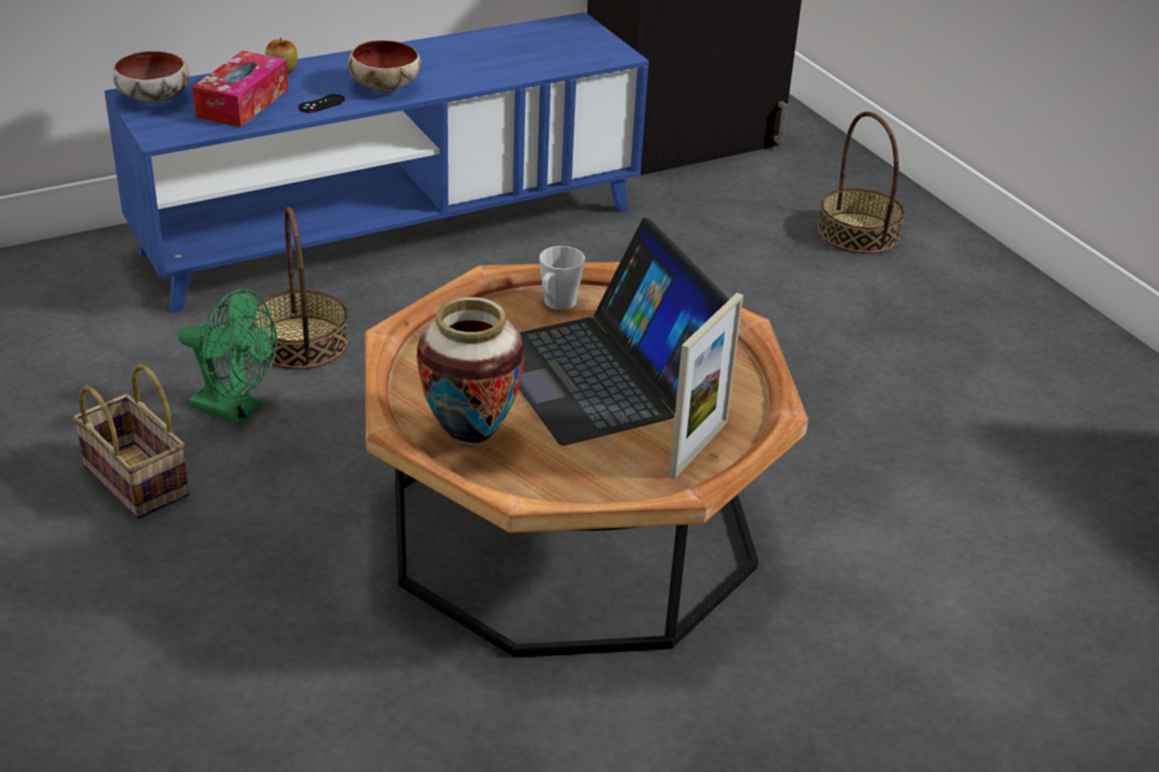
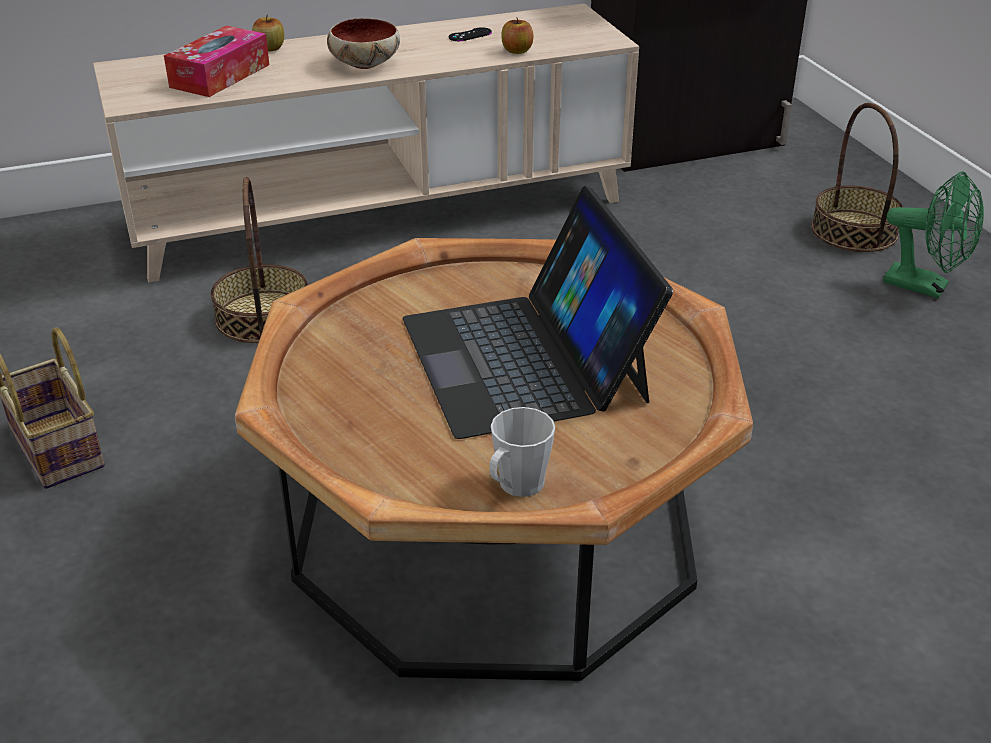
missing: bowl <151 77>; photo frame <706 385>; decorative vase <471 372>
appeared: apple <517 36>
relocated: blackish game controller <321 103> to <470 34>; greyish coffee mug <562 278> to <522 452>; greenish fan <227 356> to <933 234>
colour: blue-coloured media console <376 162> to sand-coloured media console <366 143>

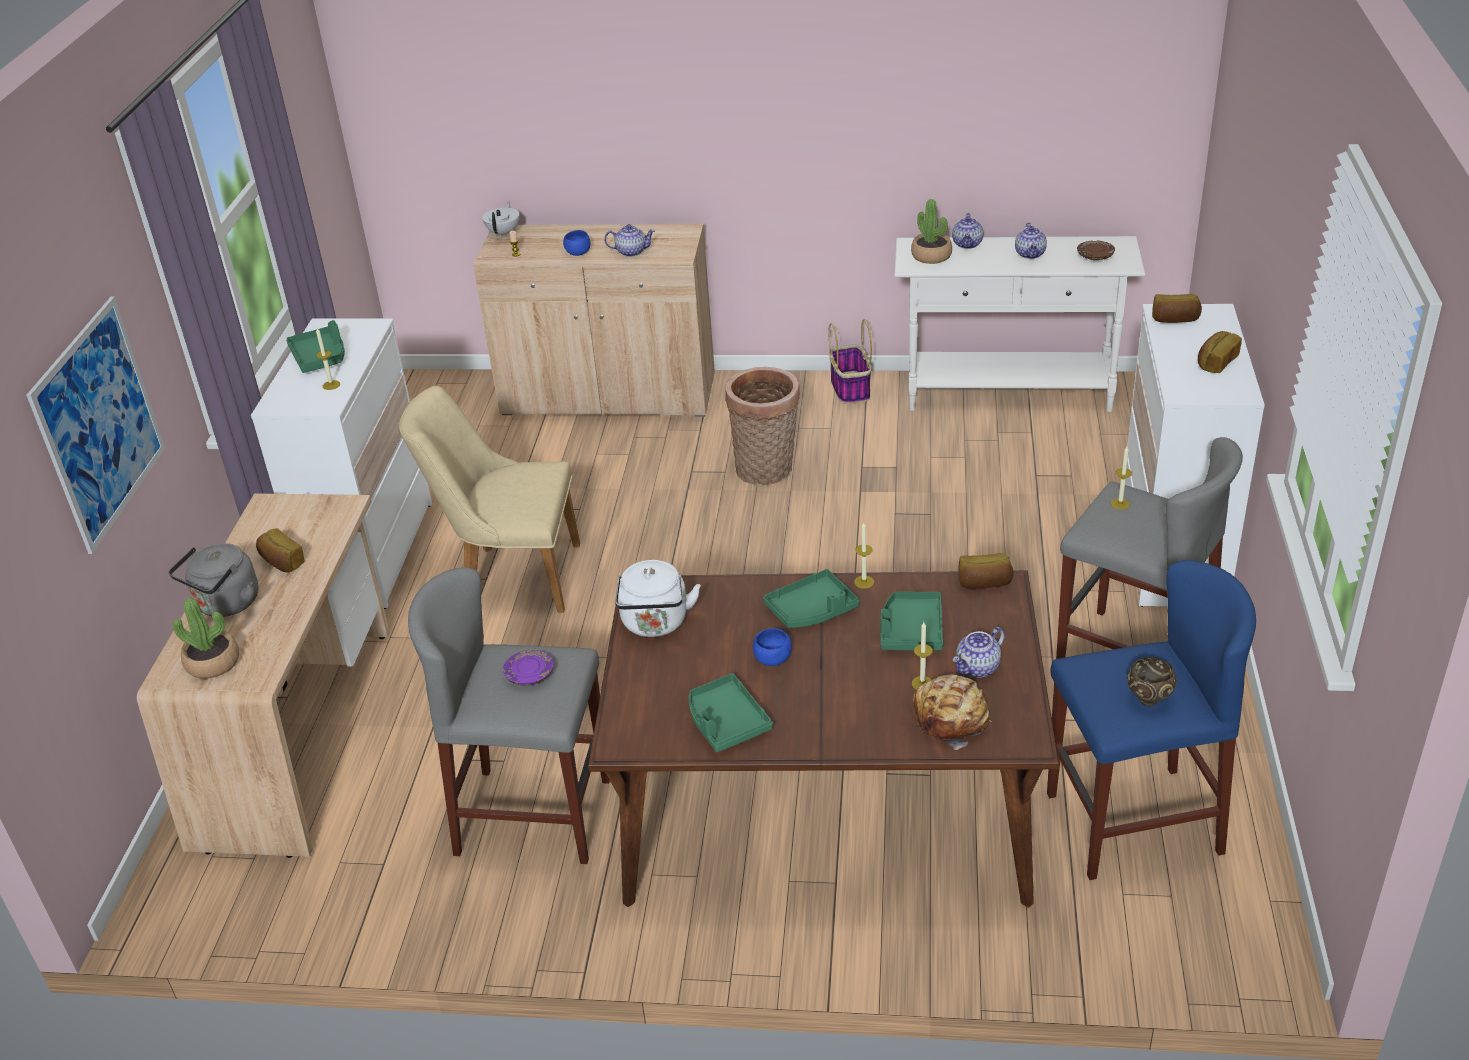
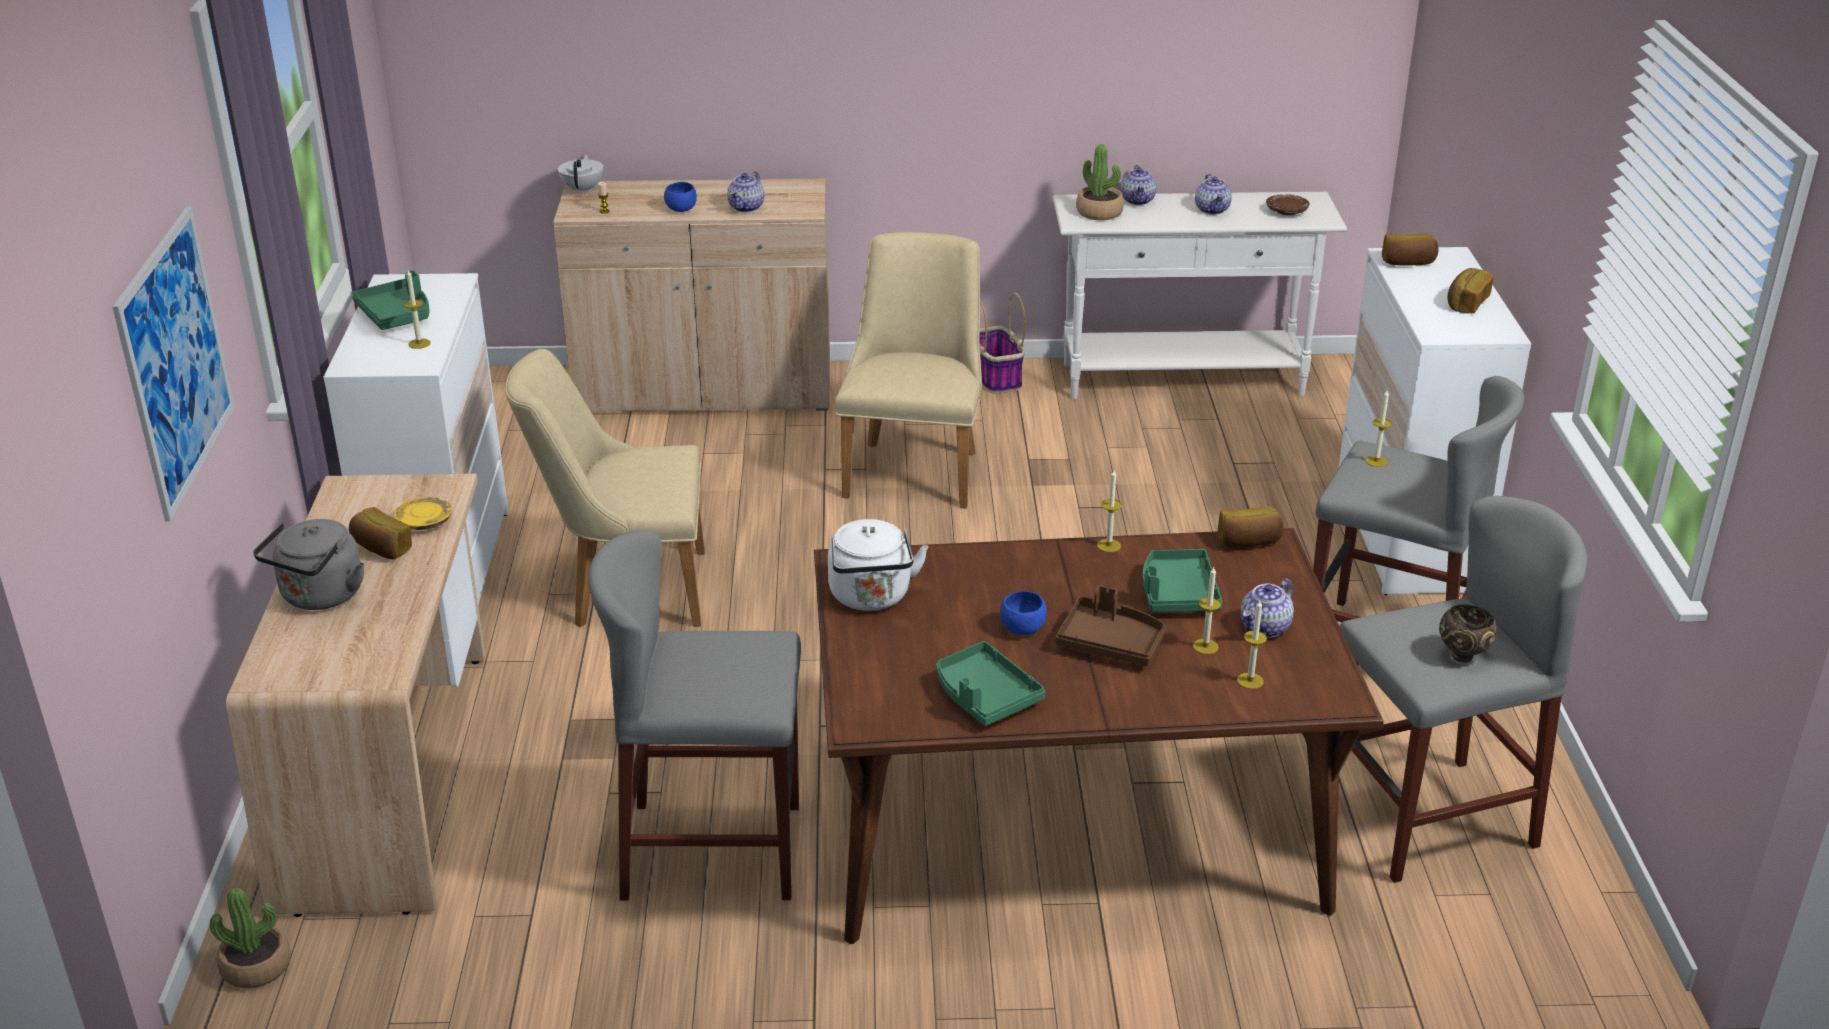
missing: greenish tray <811 598>; purple plate <528 668>
appeared: yellowish plate <423 513>; brownish tray <1111 625>
relocated: potted plant <206 638> to <250 938>
exchanged: storage basket <762 426> to sand-coloured chair <908 370>; baked bread <952 712> to candle <1252 644>
colour: blue-coloured stool <1151 720> to greyish stool <1463 689>
spun: tea pot <629 240> = <745 191> 120 degrees clockwise

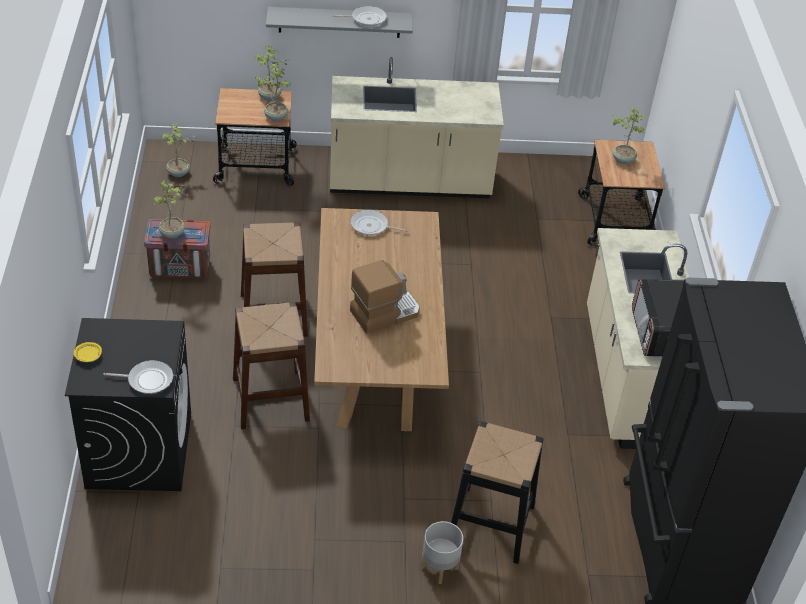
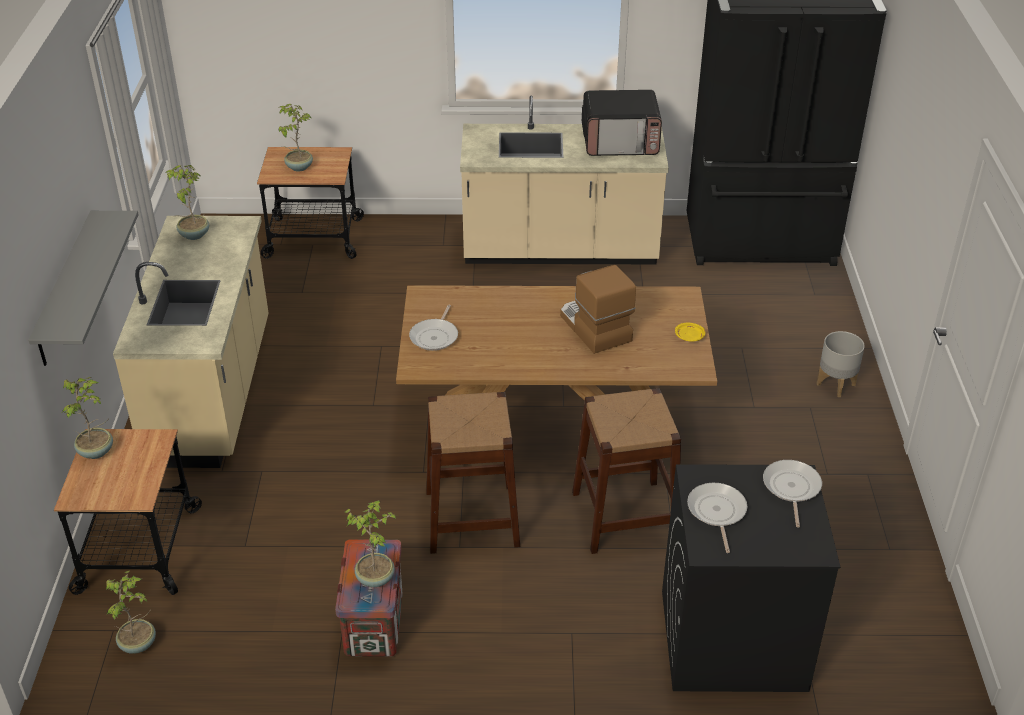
missing: blackish stool <497 492>
relocated: pan <360 16> to <717 518>; potted plant <272 92> to <187 202>; yellowish plate <88 352> to <690 332>

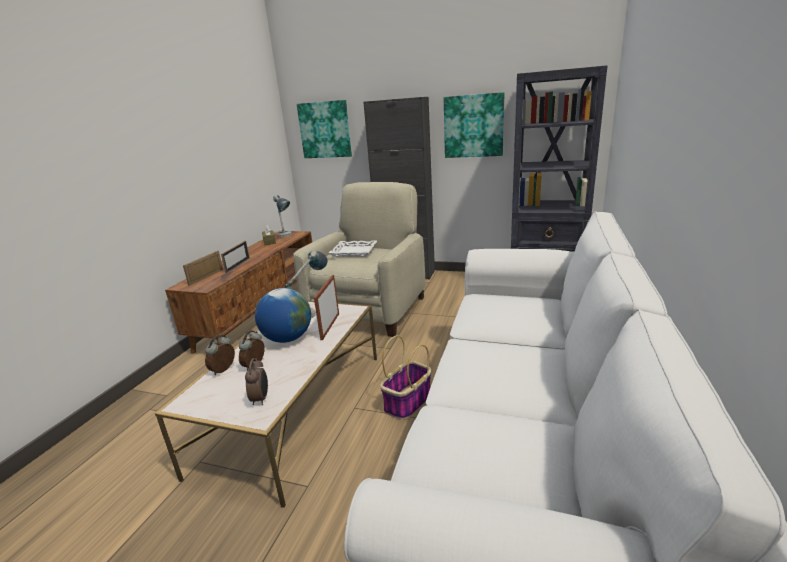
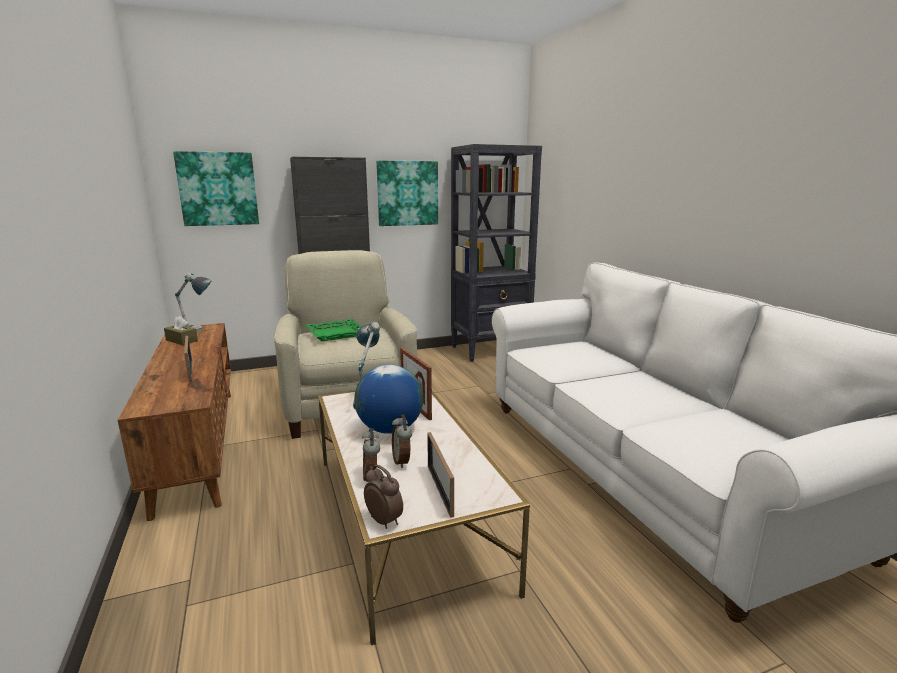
missing: storage basket <405 378>
relocated: photo frame <203 268> to <440 475>; alarm clock <256 381> to <383 497>
colour: whitish tray <353 249> to greenish tray <333 330>

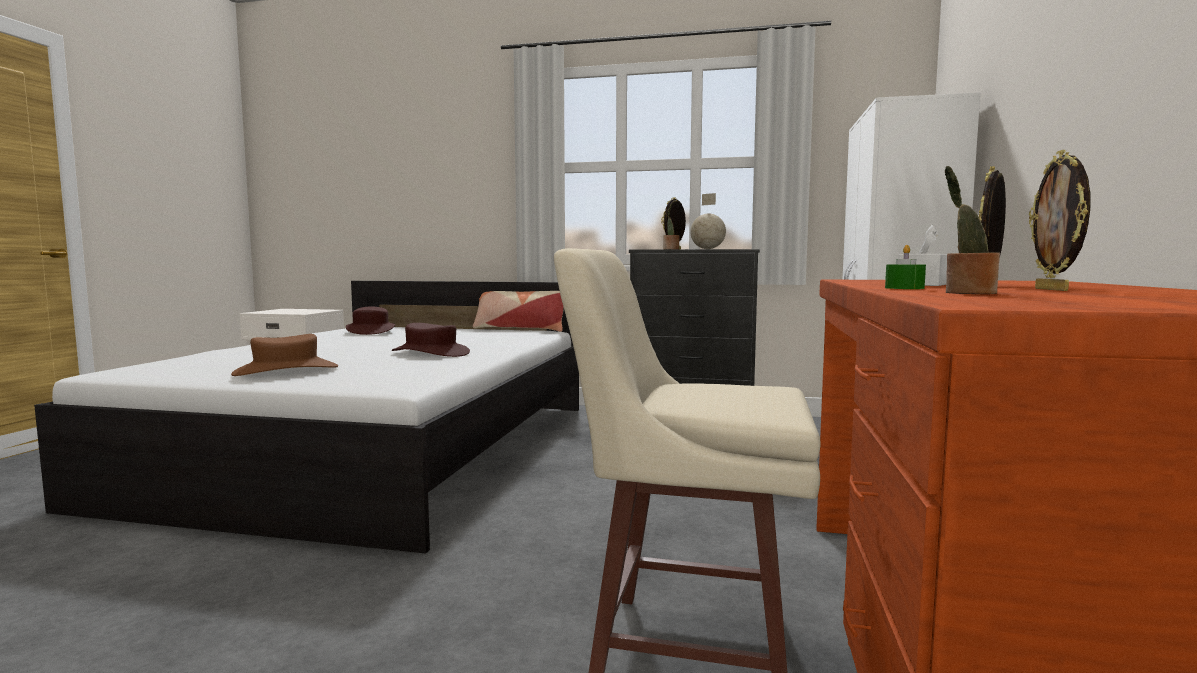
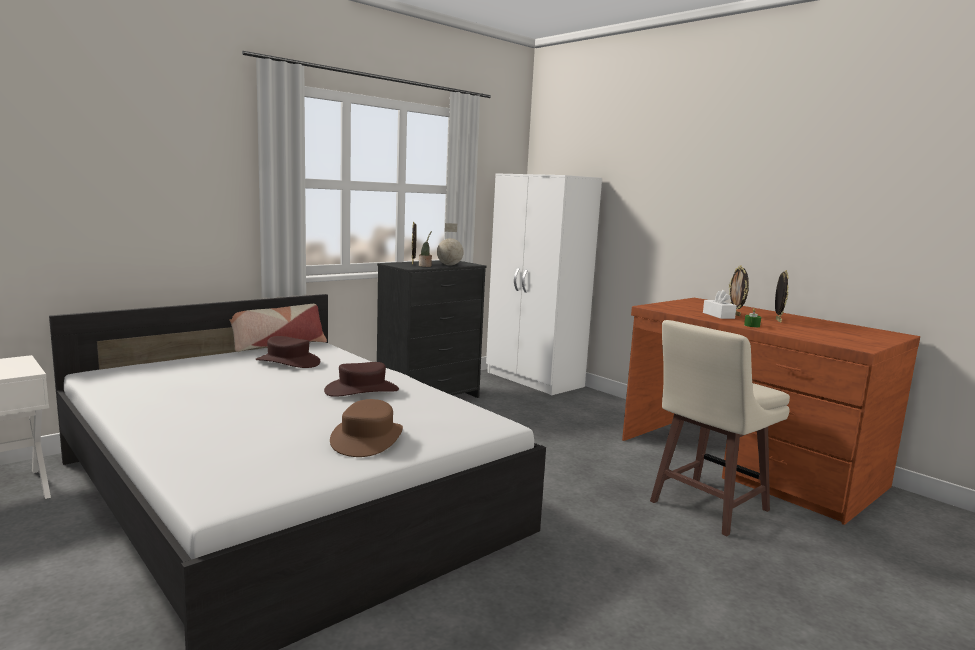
missing: potted plant <972 230>
relocated: brownish wearable hat <370 321> to <288 352>
spun: photo frame <1059 220> = <781 296> 120 degrees counterclockwise

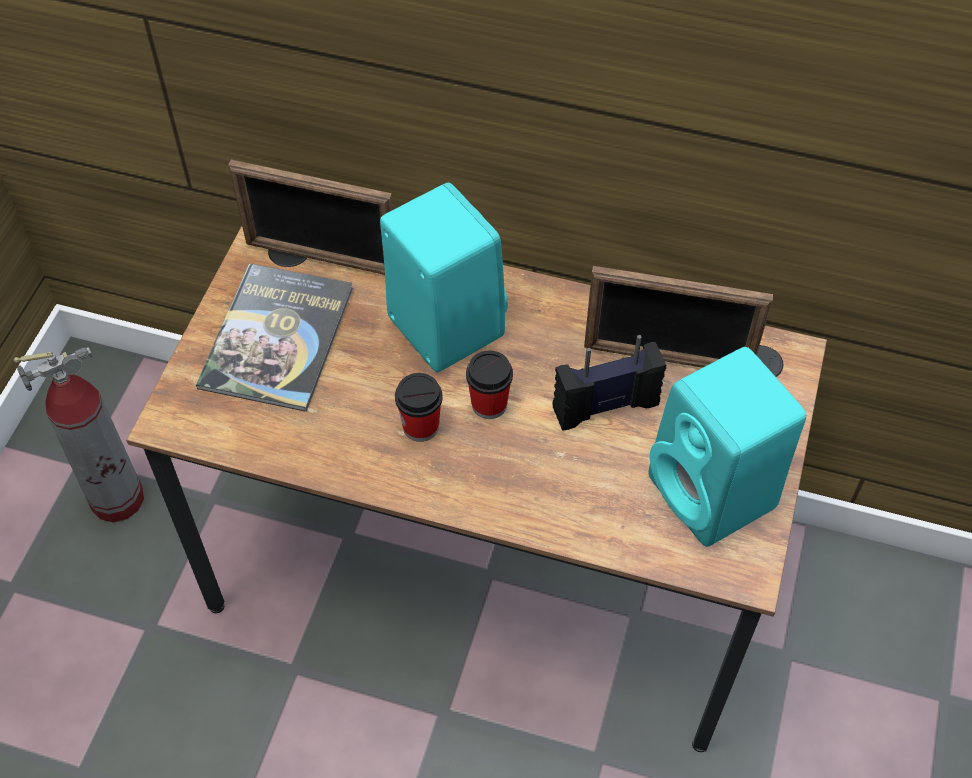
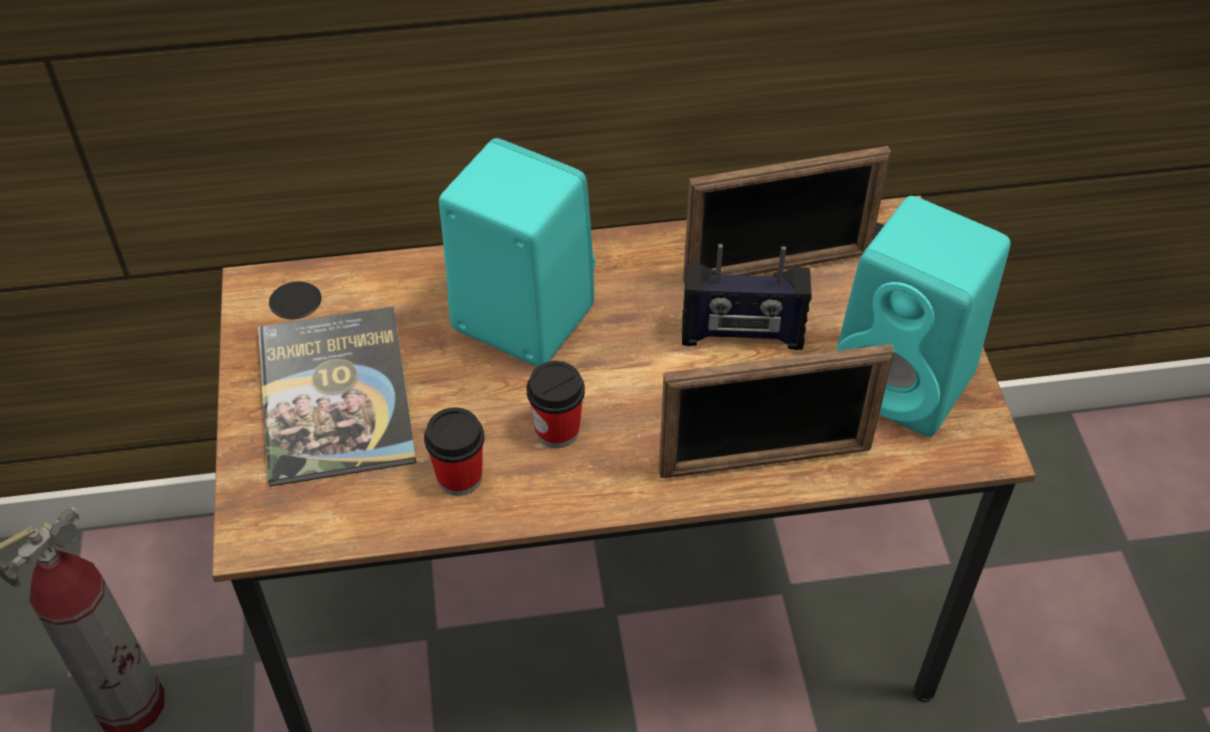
relocated: photo frame <310 217> to <776 411>; drinking cup <489 384> to <454 451>
spun: radio set <609 383> = <747 297> 135 degrees counterclockwise

